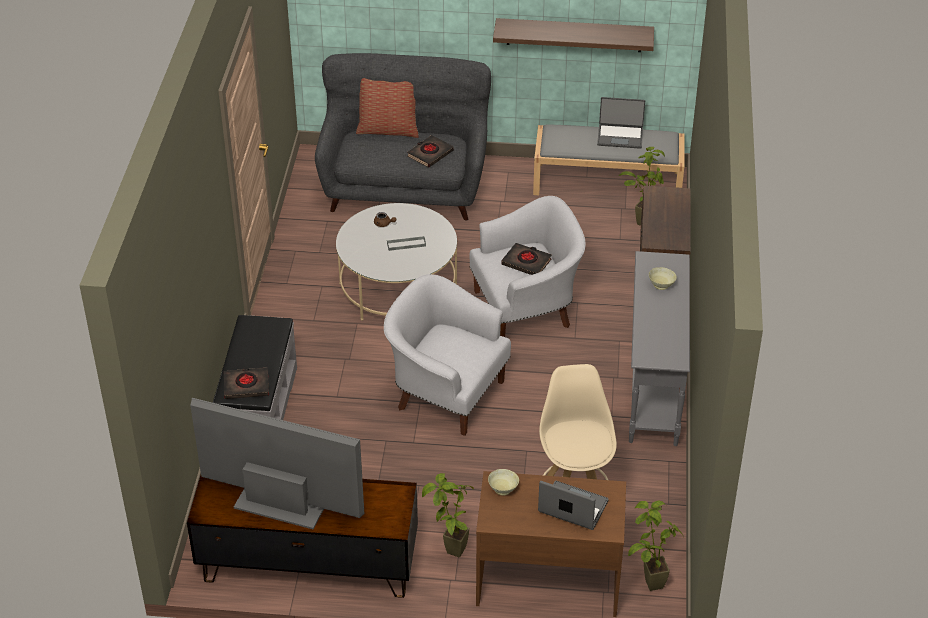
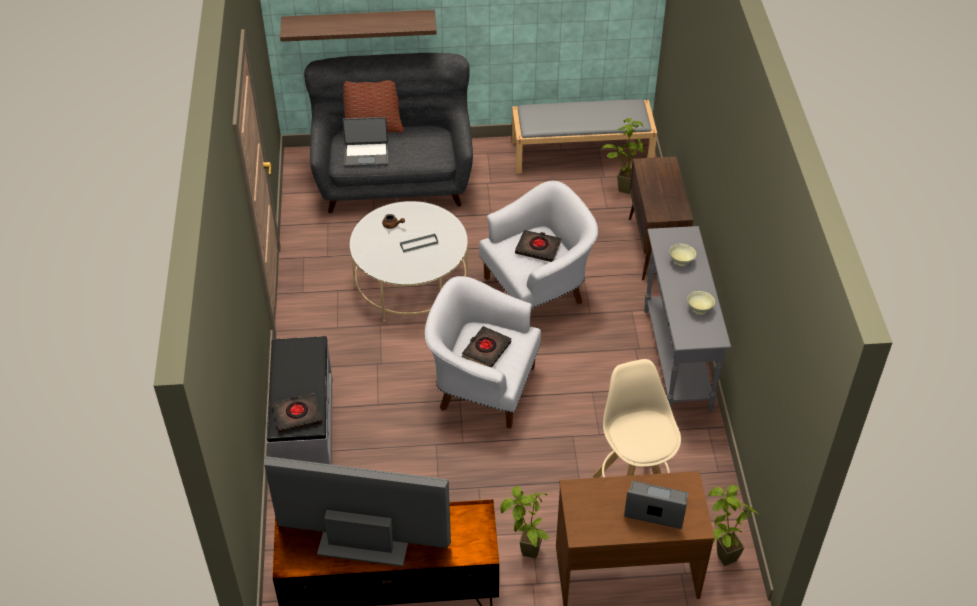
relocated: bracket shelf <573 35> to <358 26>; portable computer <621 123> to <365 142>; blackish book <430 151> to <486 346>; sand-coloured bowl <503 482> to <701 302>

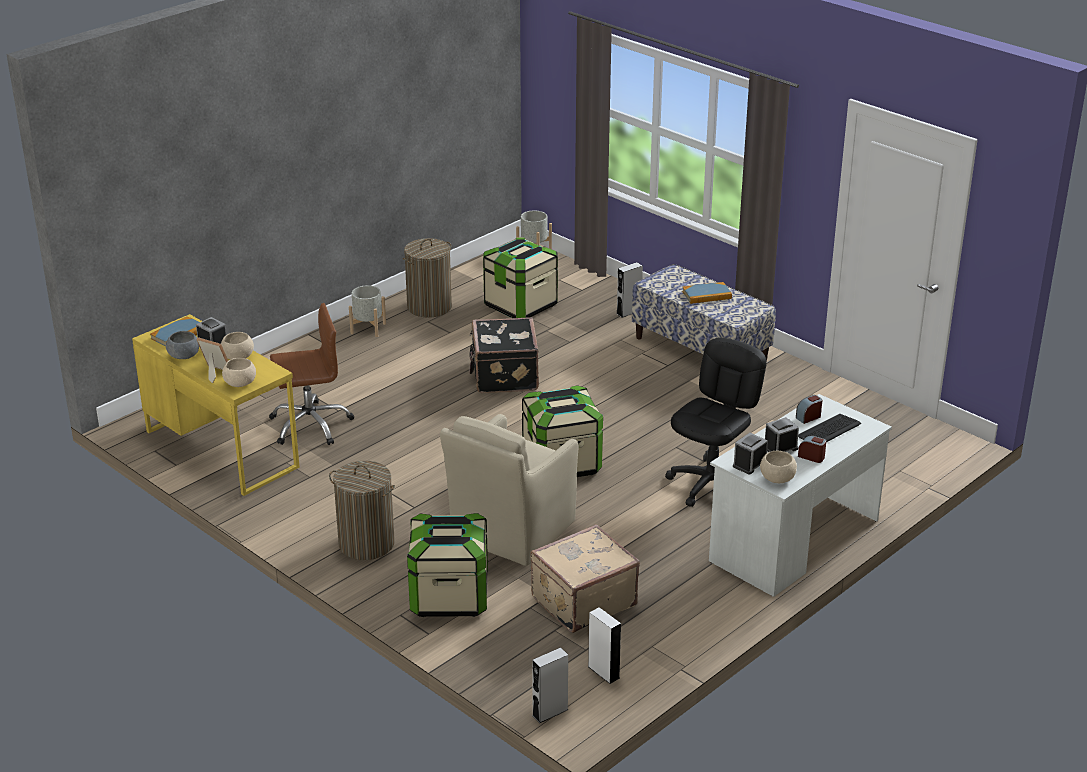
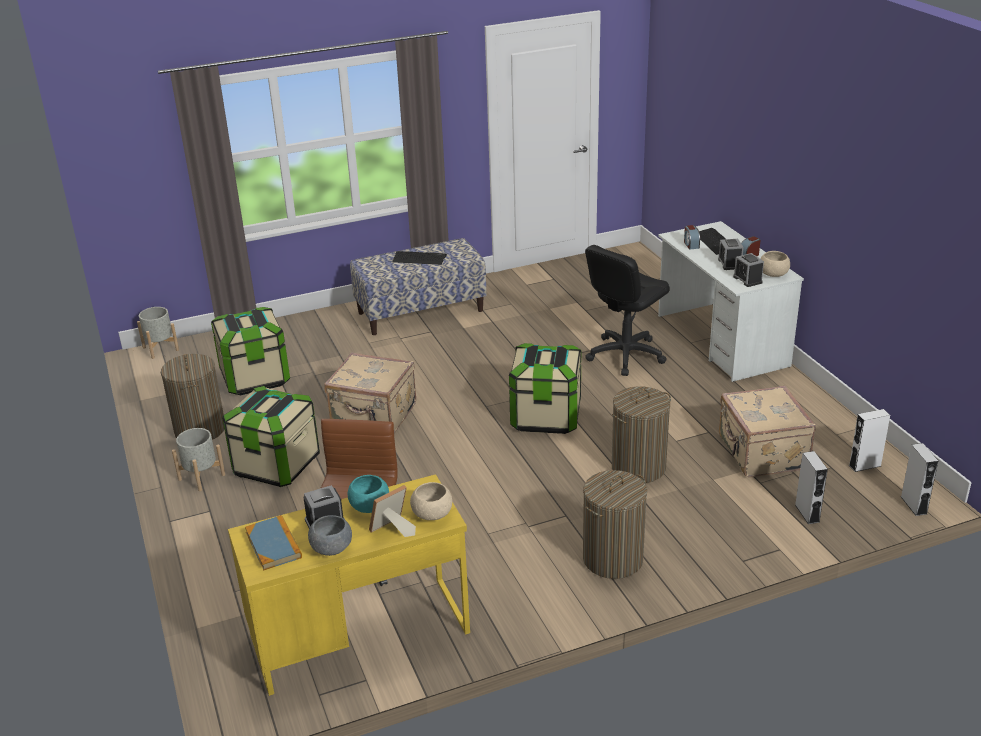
relocated: greyish speaker <630 290> to <811 487>; storage container <447 565> to <271 436>
exchanged: book <707 293> to PC keyboard <419 258>; sand-coloured armchair <509 490> to hamper <641 434>
colour: blackish suitcase <504 355> to sand-coloured suitcase <370 392>; sand-coloured bowl <237 345> to blue-green bowl <368 494>
spun: blackish office chair <716 422> = <627 310> 105 degrees counterclockwise

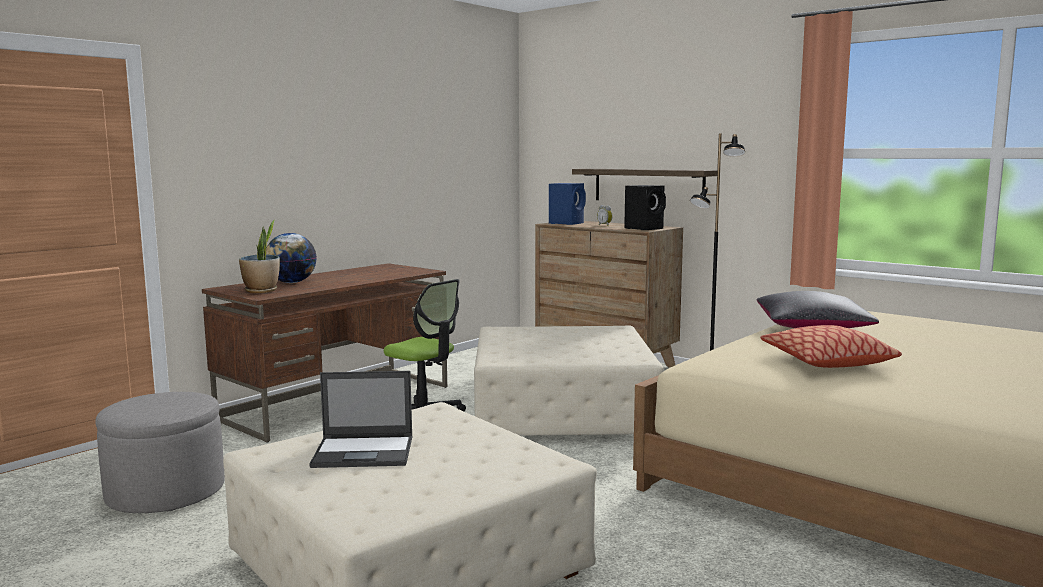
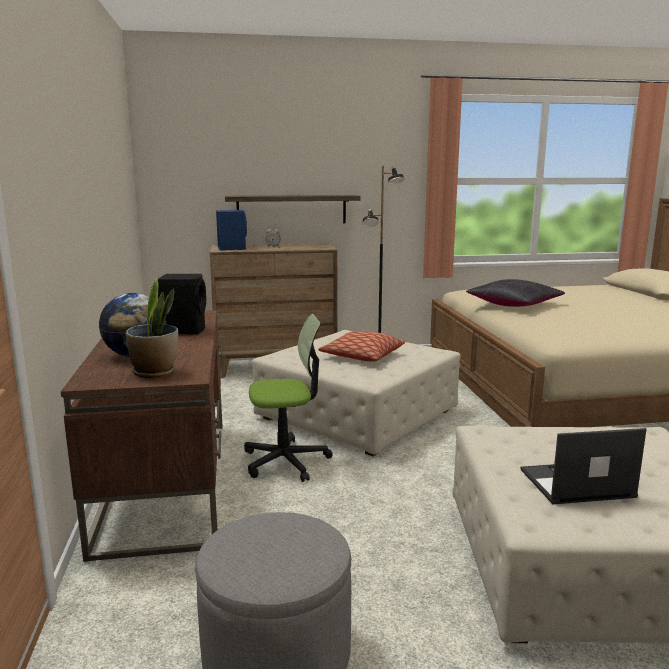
relocated: blackish speaker <645 207> to <182 304>; pillow <831 346> to <361 346>
spun: portable computer <361 419> = <583 466> 135 degrees counterclockwise

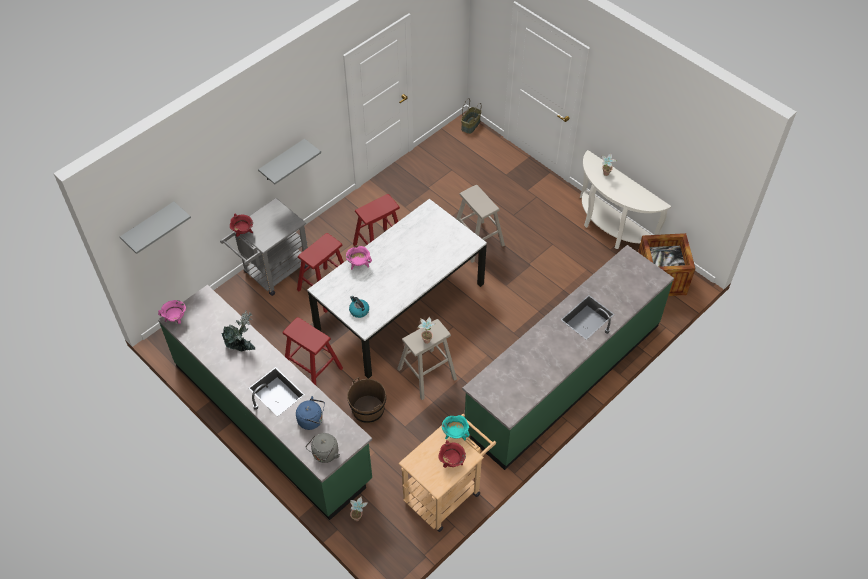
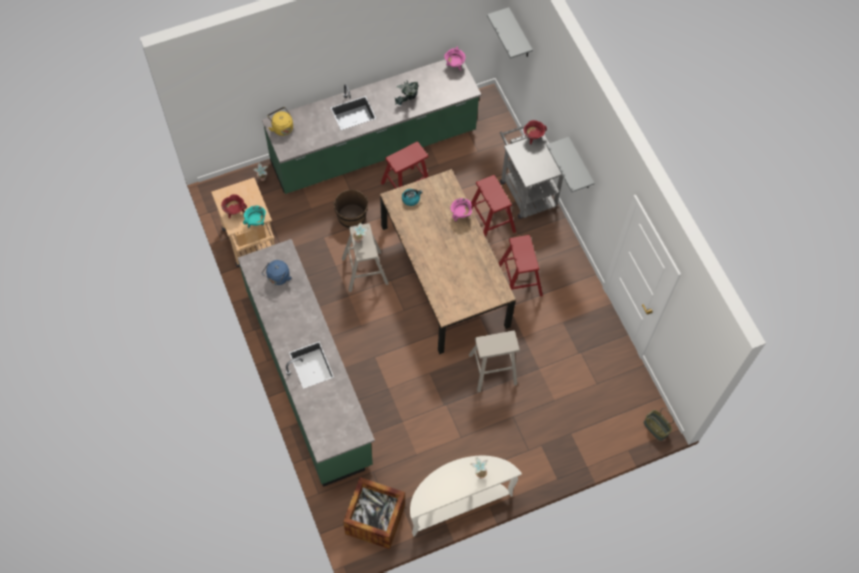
relocated: blue-coloured kettle <310 413> to <276 272>
colour: whitish kitchen table <397 289> to brownish kitchen table <448 262>; greyish kettle <323 448> to yellowish kettle <280 121>

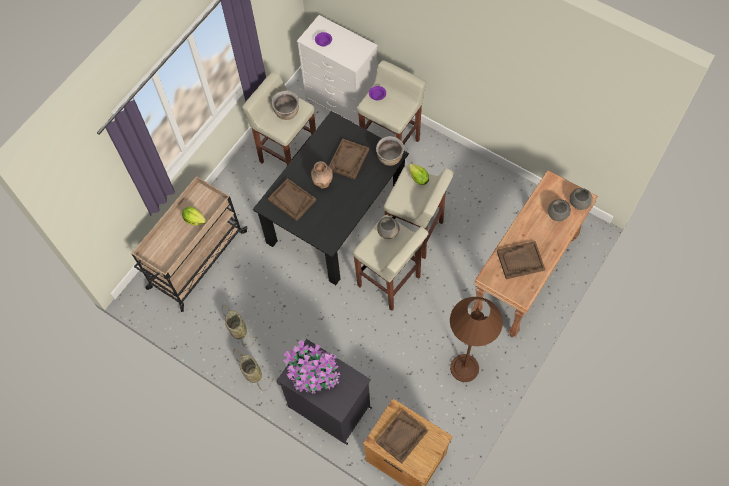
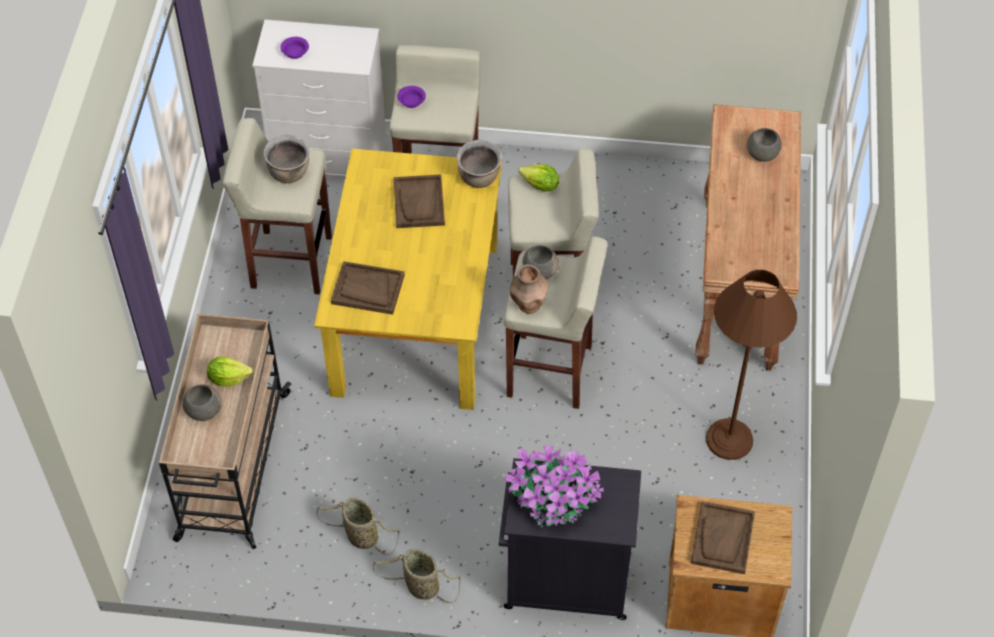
missing: brownish tray <521 260>
relocated: brownish decorative vase <322 174> to <529 289>; greyish bowl <581 199> to <202 402>
colour: blackish kitchen table <331 198> to yellowish kitchen table <408 279>

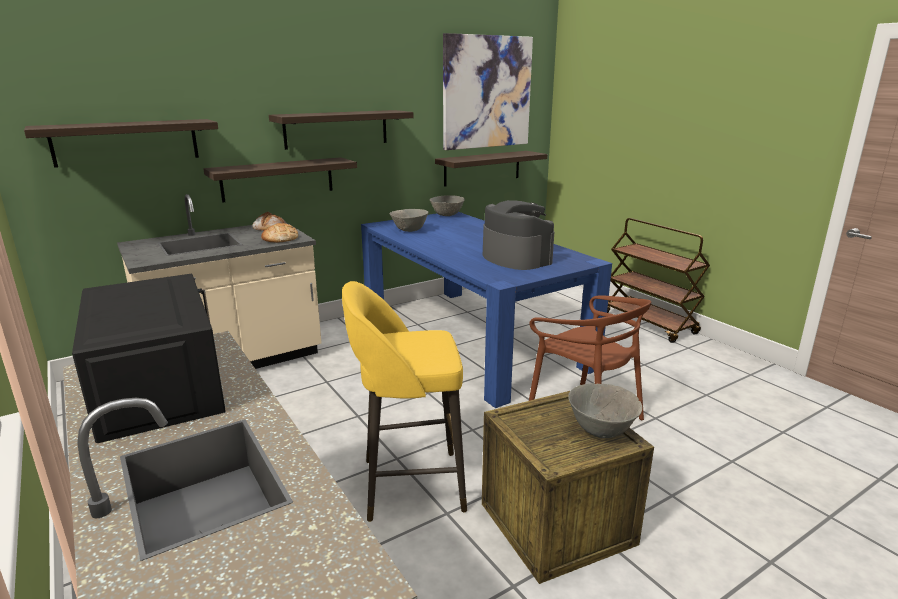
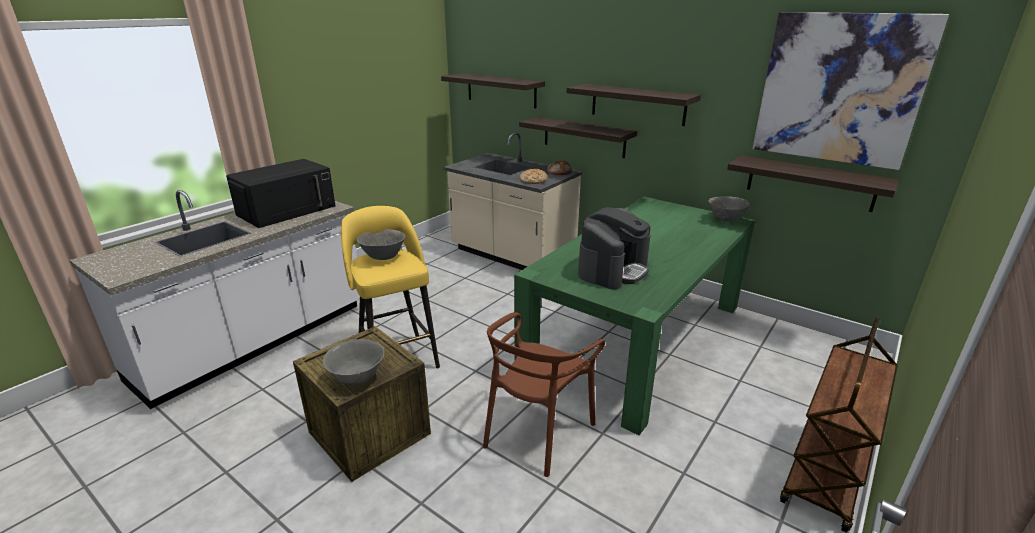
relocated: greyish bowl <409 220> to <381 244>
colour: blue-coloured kitchen table <486 310> to greenish kitchen table <634 316>

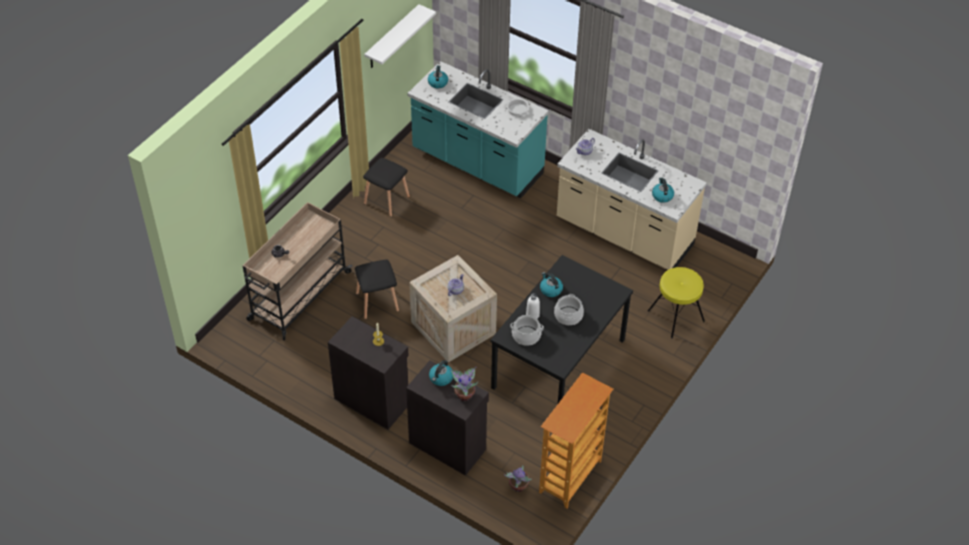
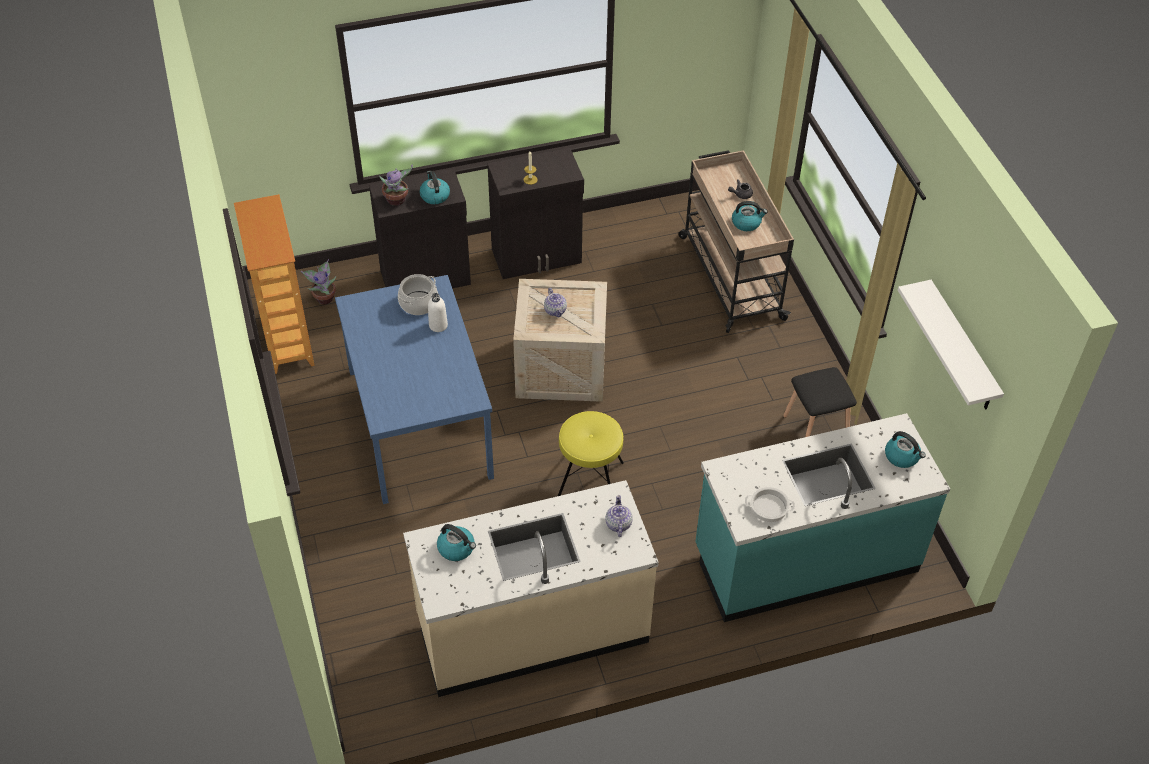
missing: blackish stool <377 289>; saucepot <569 309>
relocated: yellowish stool <676 303> to <591 453>; kettle <551 284> to <750 216>
colour: blackish kitchen table <562 329> to blue-coloured kitchen table <414 389>

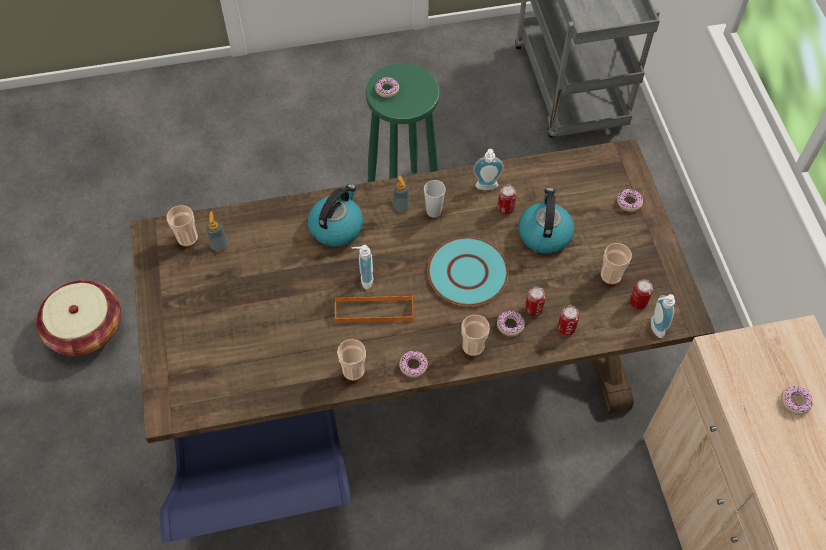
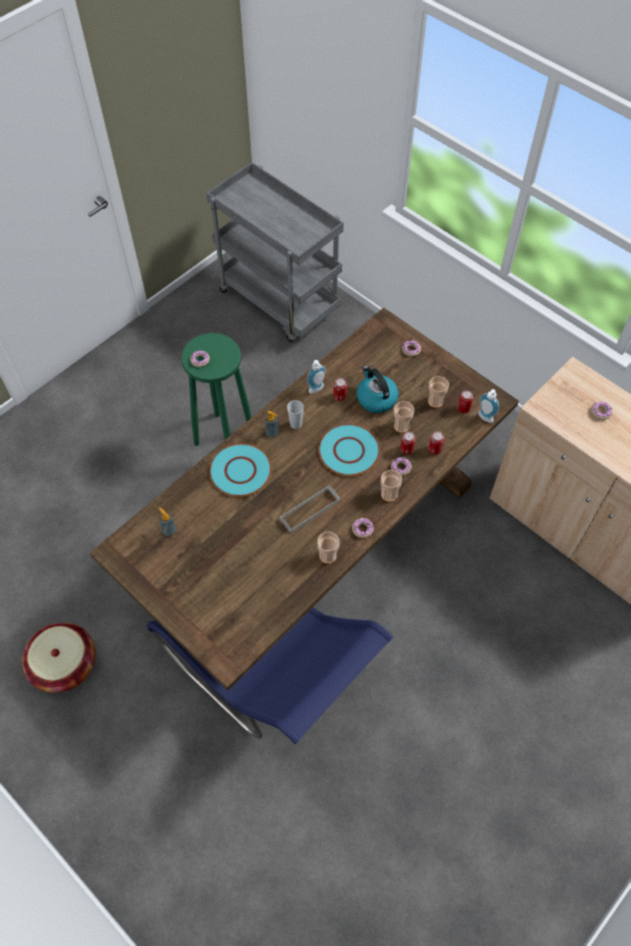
missing: soap bottle <362 267>
relocated: drinking cup <182 226> to <404 417>
exchanged: kettle <335 215> to blue-green plate <240 470>
colour: orange tray <374 308> to greyish tray <310 509>

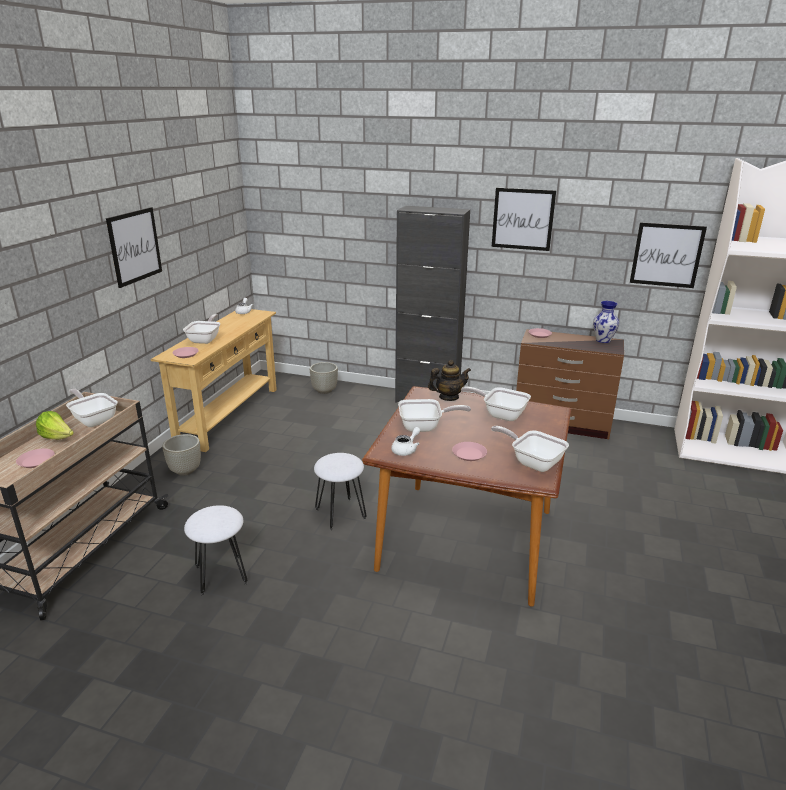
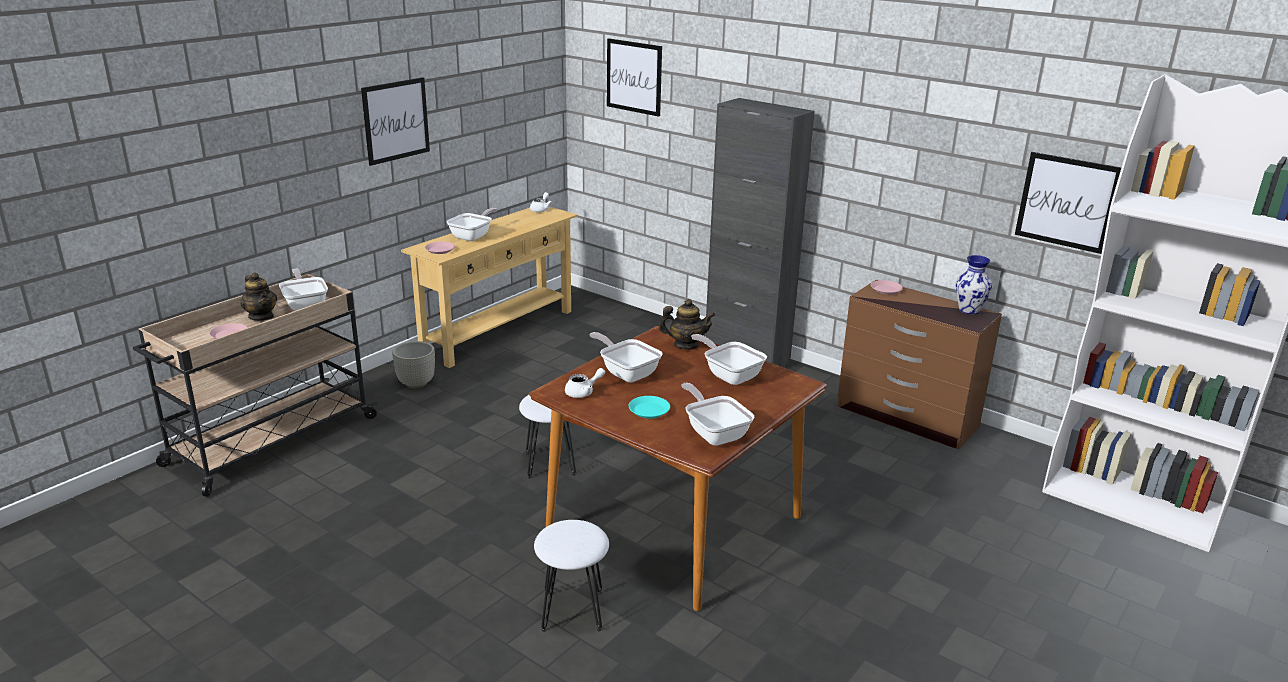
missing: greyish flower pot <324 378>
relocated: picture <524 219> to <634 77>; whitish stool <216 550> to <571 576>
exchanged: lettuce head <55 425> to tea pot <258 297>
colour: pink plate <469 451> to blue-green plate <649 407>
spun: pan <434 415> = <626 357> 150 degrees counterclockwise

